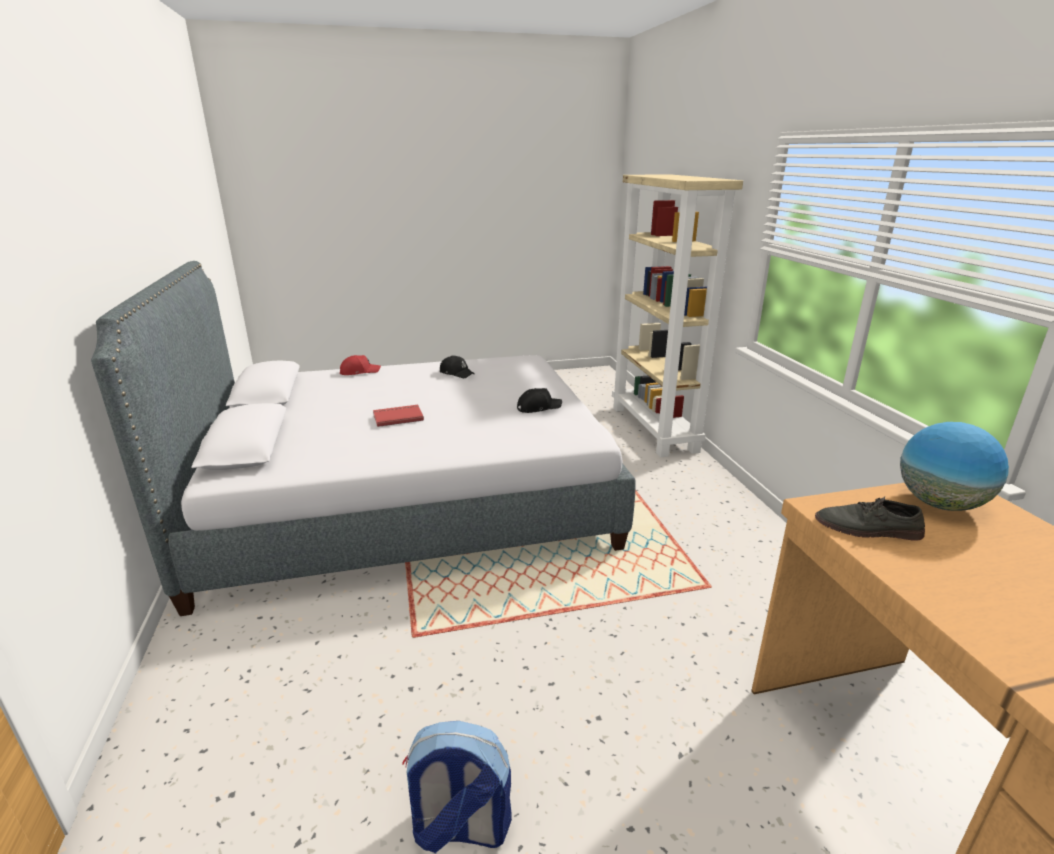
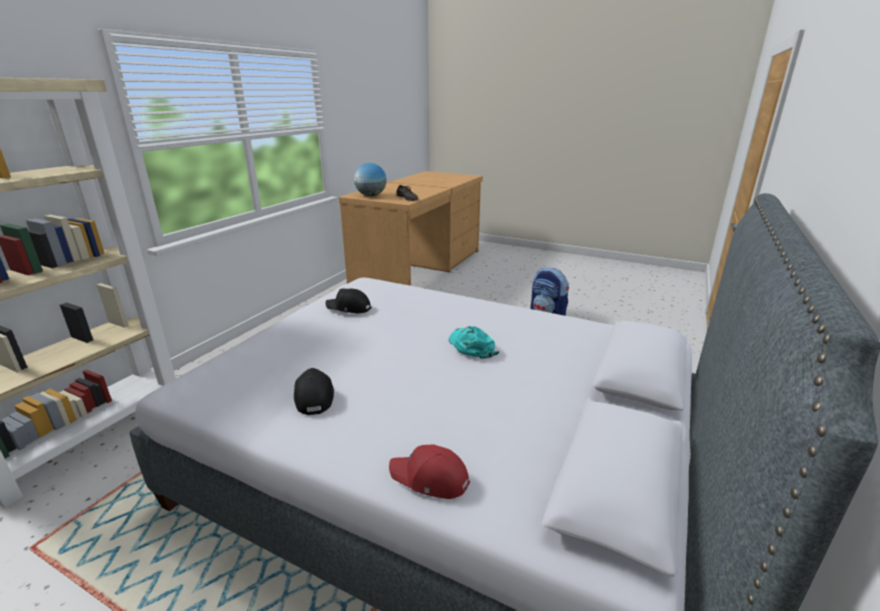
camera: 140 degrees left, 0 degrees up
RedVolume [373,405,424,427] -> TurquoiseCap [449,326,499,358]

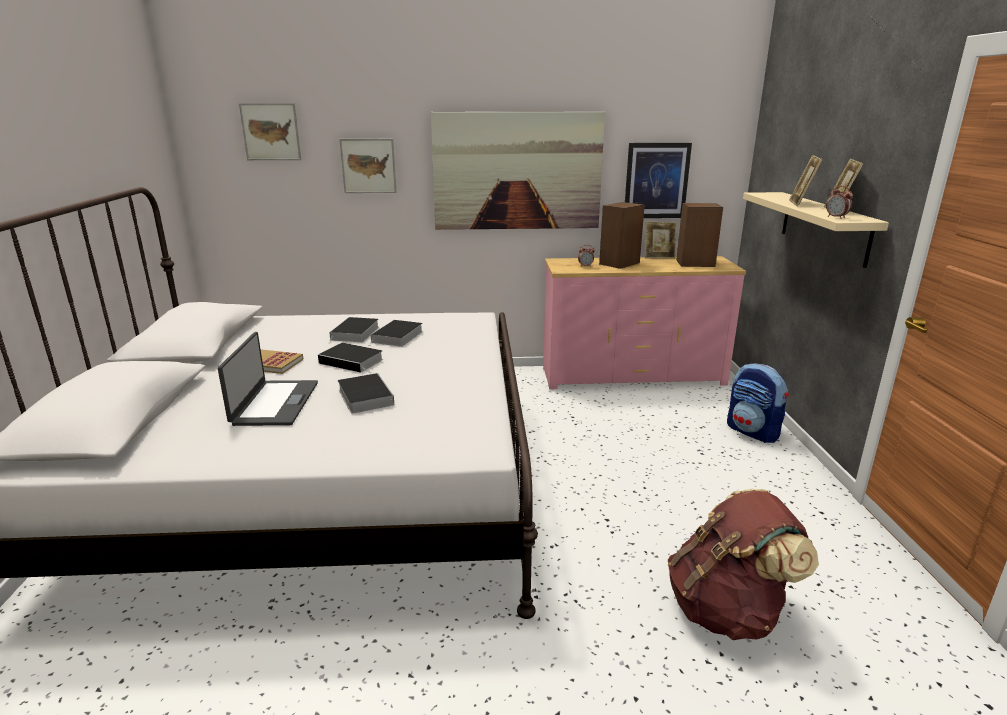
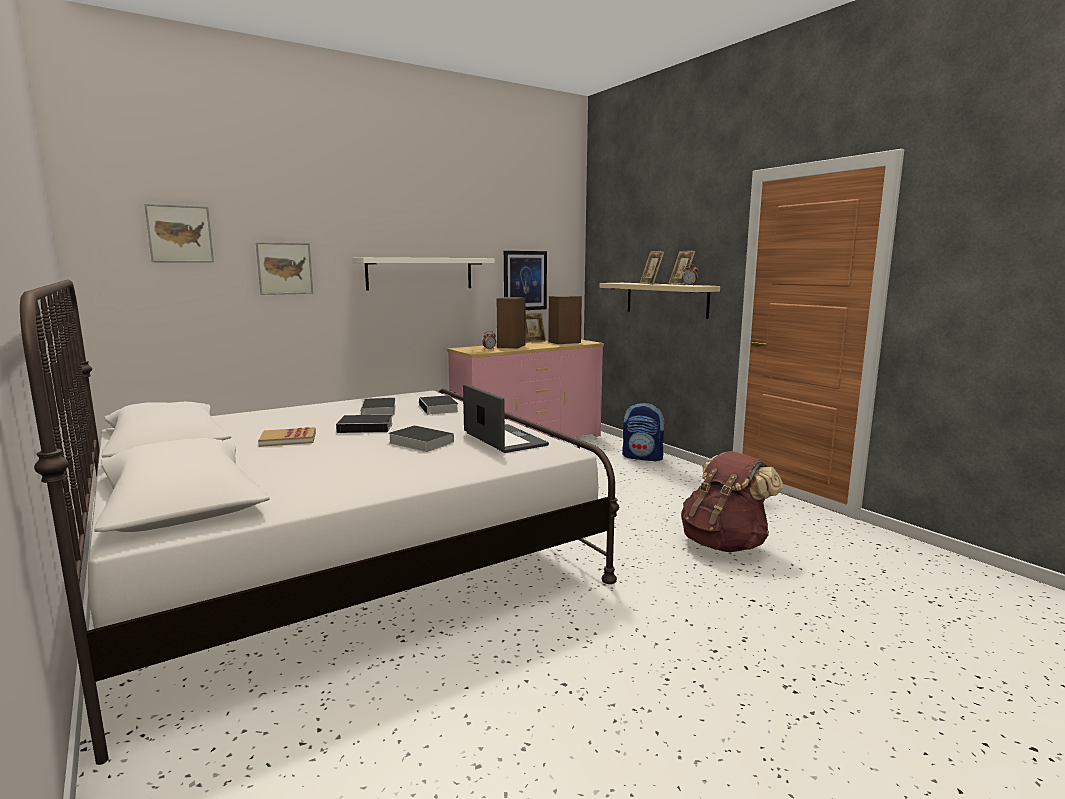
camera: 30 degrees left, 10 degrees down
NotebookComputer [218,332,318,426] -> NotebookComputer [463,384,549,453], moved
Volume [329,317,379,342] -> Volume [419,395,459,416], moved
WallArt [431,112,605,230] -> WhiteColouredShelf [352,257,495,291]

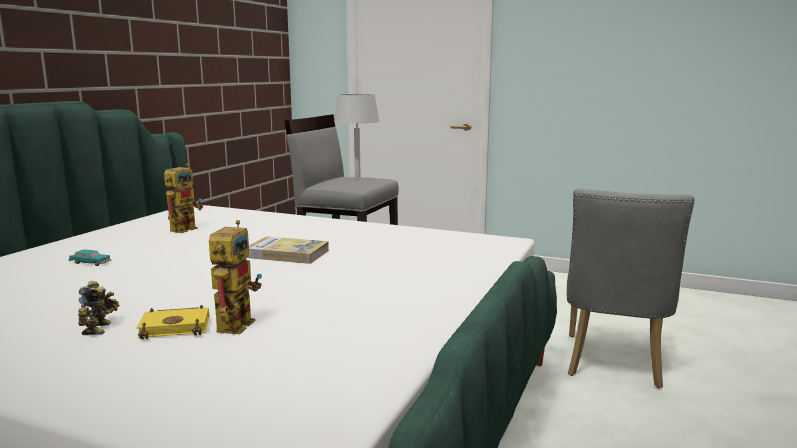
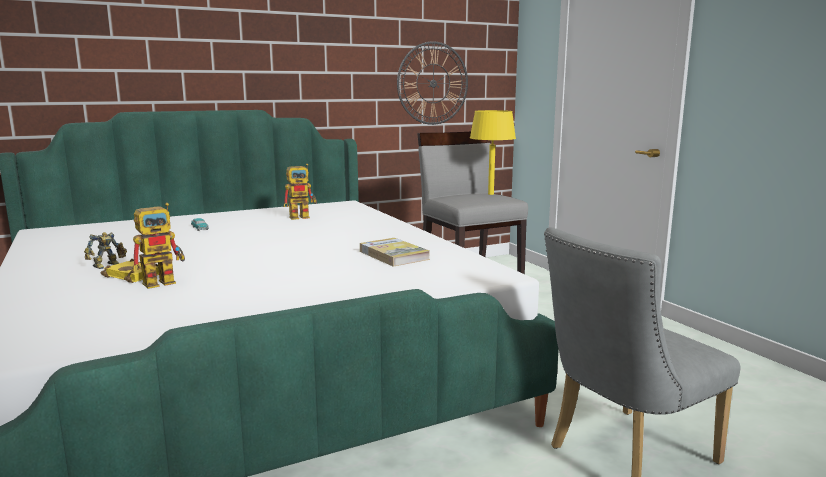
camera: 40 degrees right, 0 degrees up
none -> WallClock [397,41,468,125]
Volume [247,236,329,264] -> Volume [360,238,430,266], moved
GreyLampForATable [334,94,380,178] -> YellowishLampForATable [470,110,516,195]

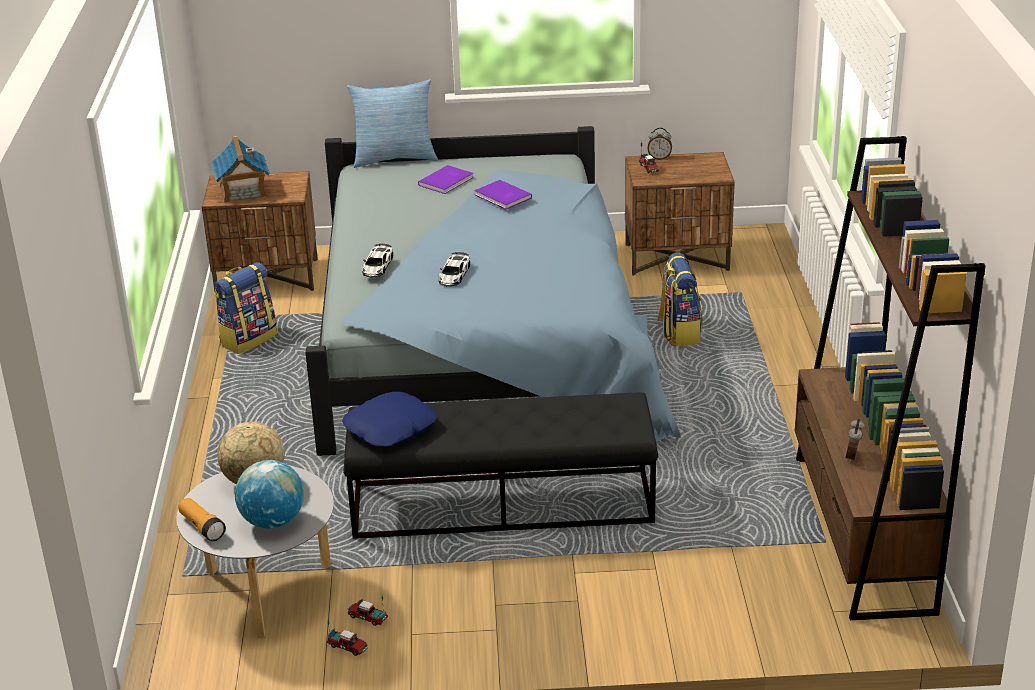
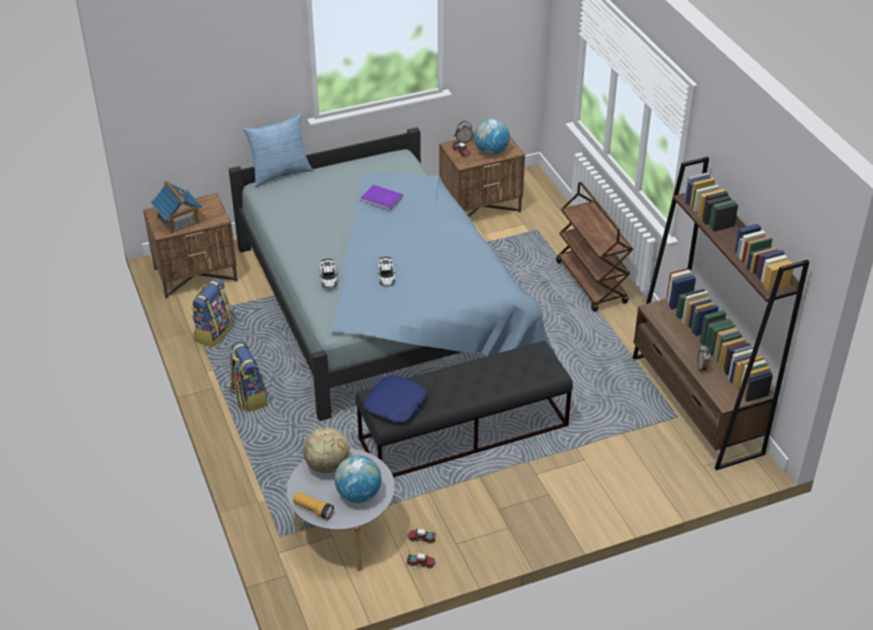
camera: 20 degrees left, 10 degrees up
PurpleColouredVolume [418,165,474,194] -> none
none -> Globe [474,119,510,155]
none -> BrownCart [556,182,633,312]
Knapsack [657,252,703,346] -> Knapsack [229,340,267,413], moved

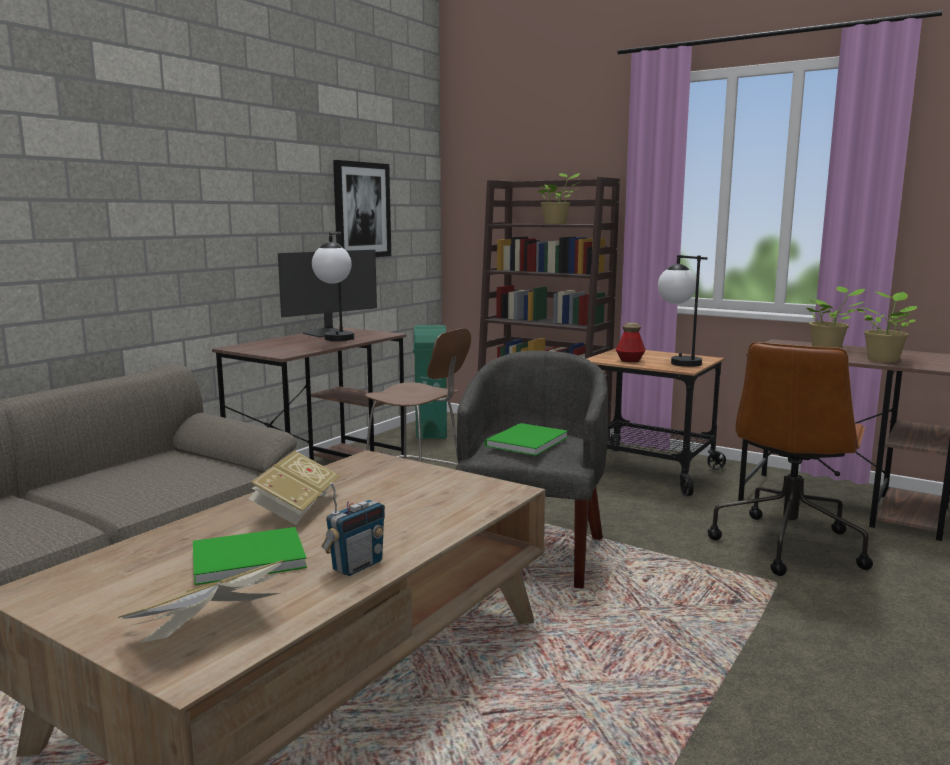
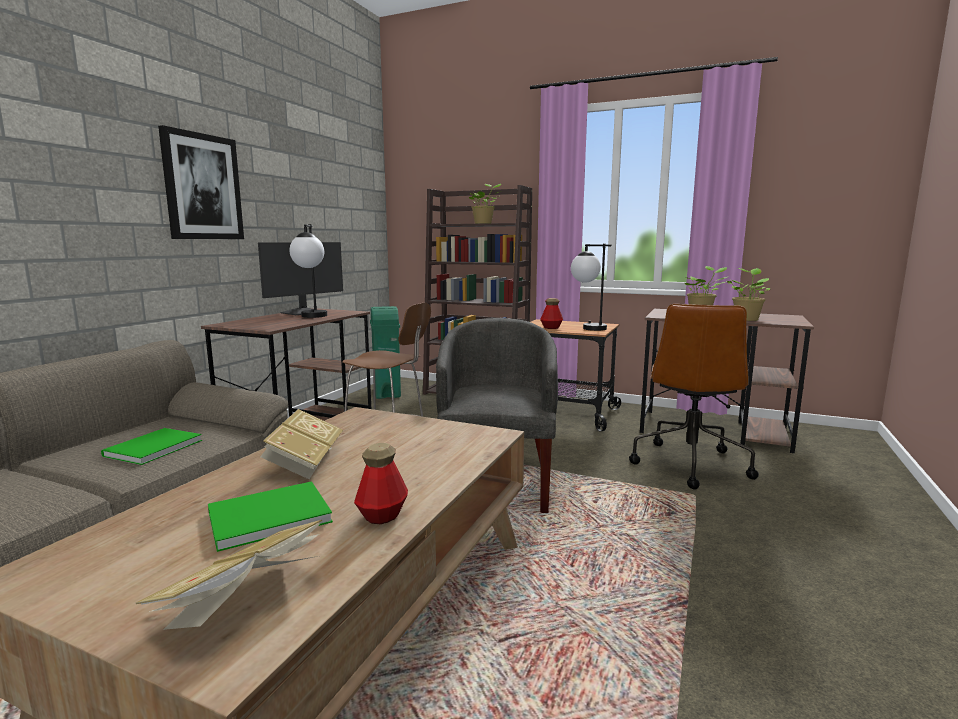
camera: 10 degrees left, 0 degrees up
WallArt [333,160,391,257] -> WallArt [158,125,244,239], moved
GreenVolume [485,423,568,456] -> GreenVolume [101,428,202,465], moved
RadioSet [322,482,385,576] -> Bottle [354,443,408,524]

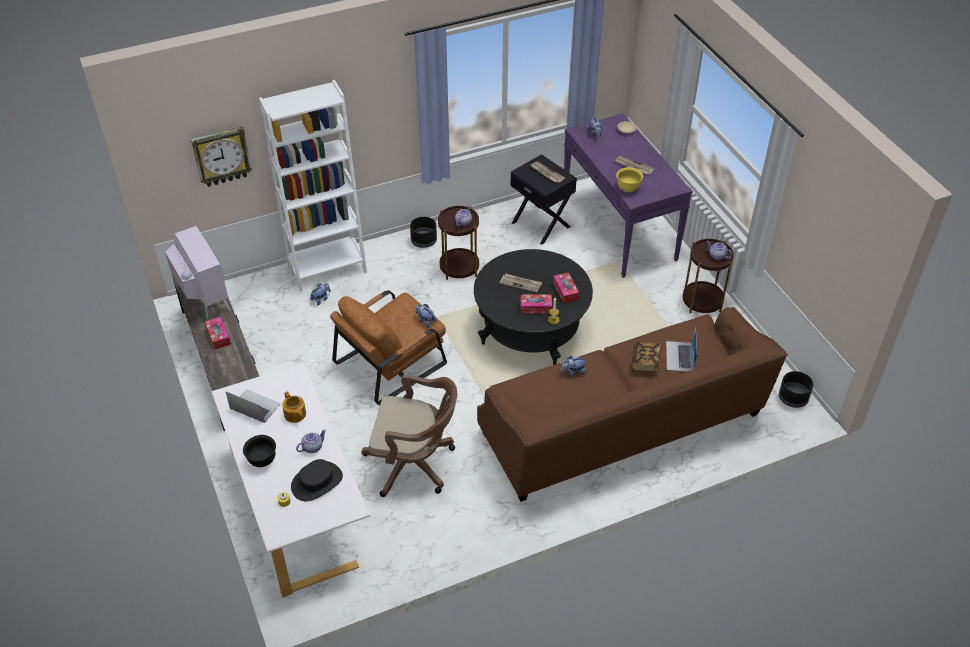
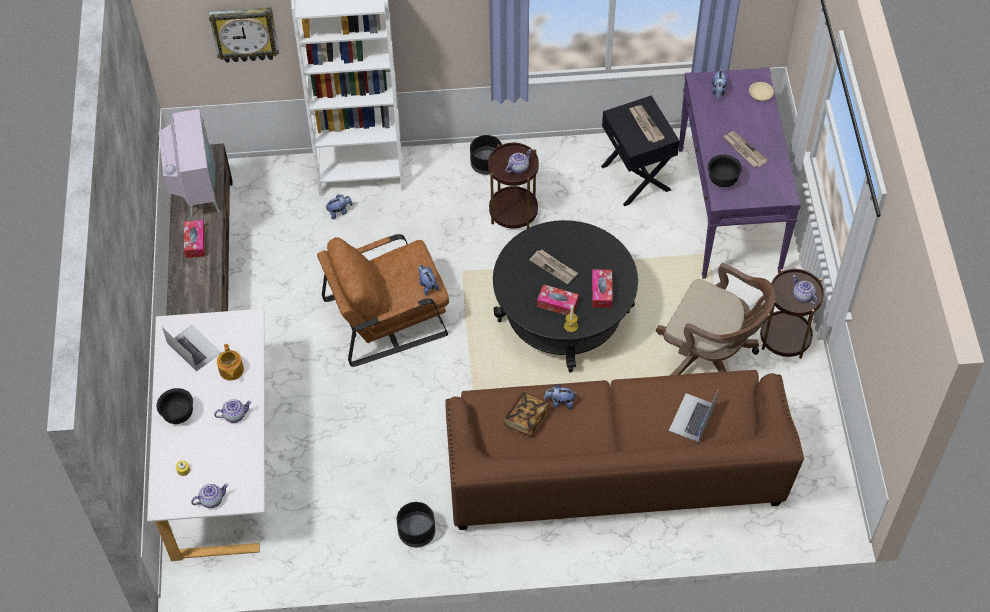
camera: 20 degrees right, 10 degrees up
BlackishClothingHat [291,459,343,501] -> none
none -> Teapot [191,483,228,508]
BrownOfficeChair [361,374,457,497] -> BrownOfficeChair [656,263,775,375], moved
Volume [631,342,661,373] -> Volume [504,392,549,437], moved
BlackishPlantPot [779,371,813,408] -> BlackishPlantPot [397,502,435,547], moved
YellowishServingBowl [616,167,643,192] -> BlackishServingBowl [708,155,742,187]

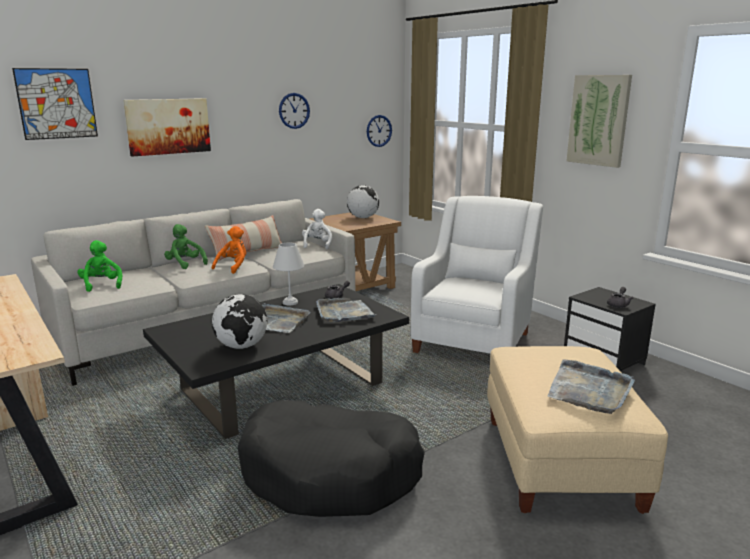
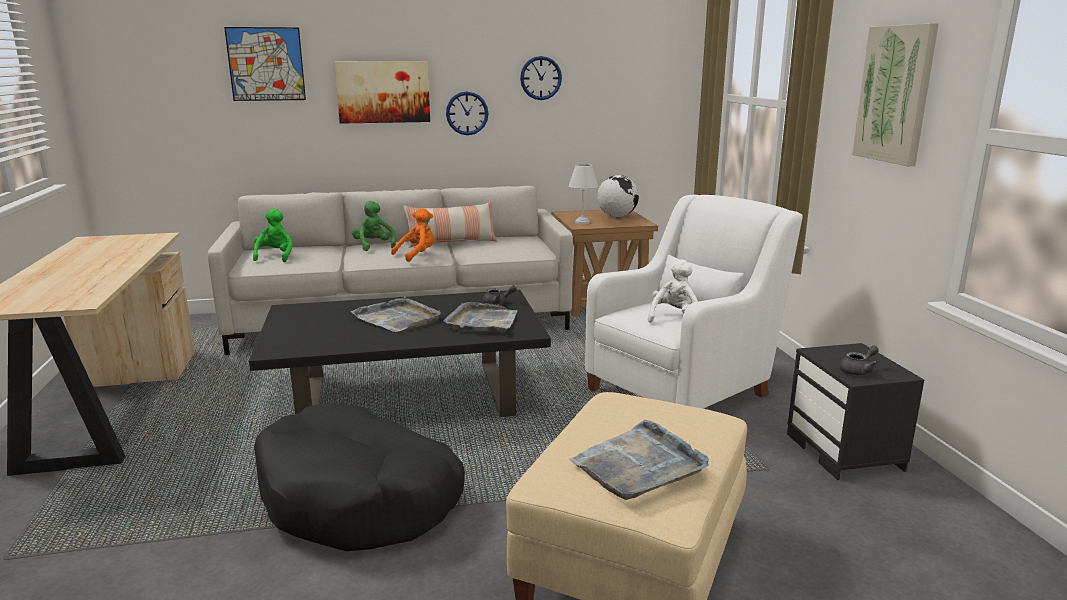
camera: 25 degrees right, 0 degrees up
Globe [212,294,268,349] -> none
WhiteColouredLampForATable [273,242,304,305] -> WhiteColouredLampForATable [569,164,598,224], moved
WhiteColouredCuddlyToy [302,209,332,250] -> WhiteColouredCuddlyToy [648,259,698,323], moved
WallClock [367,115,392,147] -> WallClock [446,91,489,135], moved

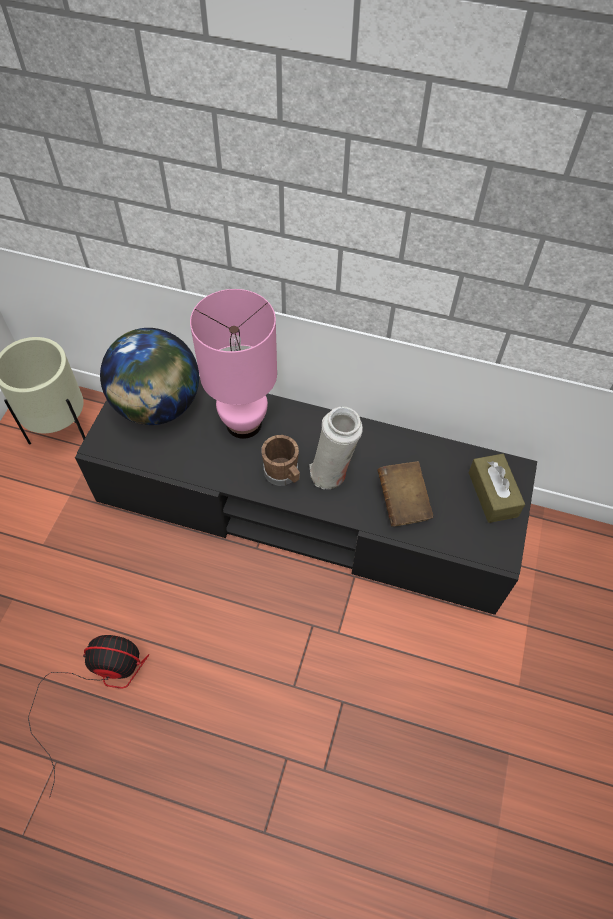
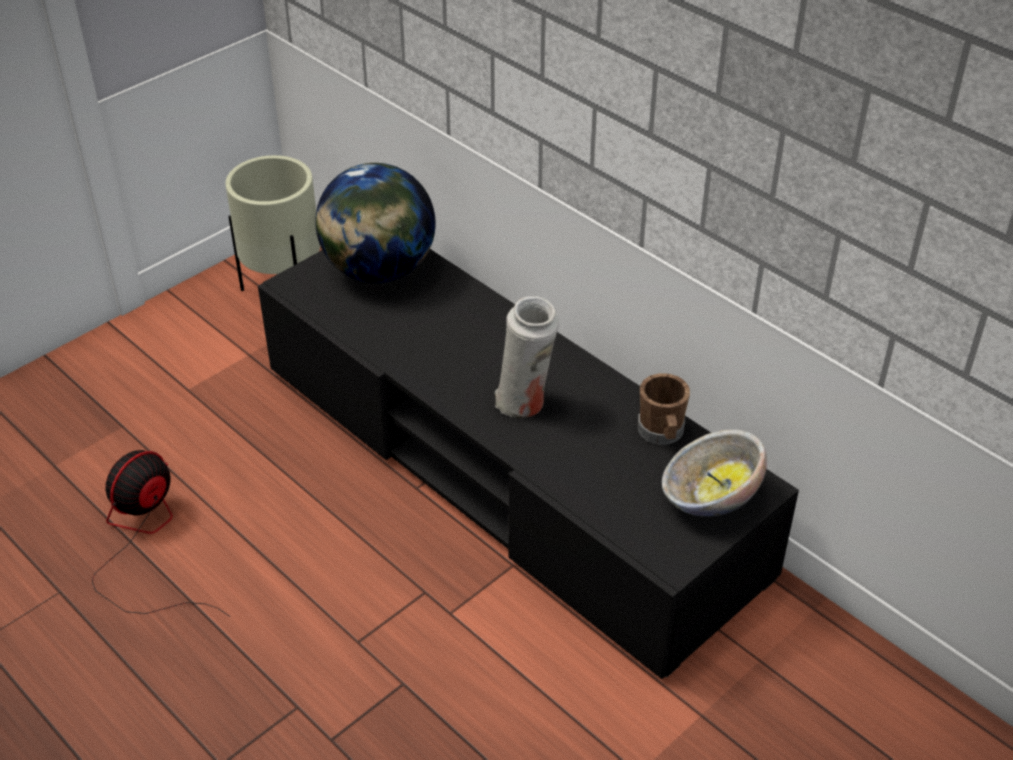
camera: 30 degrees right, 15 degrees down
PinkLampForATable [190,289,277,439] -> none
BrownVolume [377,461,433,527] -> none
BrownMug [261,435,300,486] -> BrownMug [638,373,690,445], moved
BrownTissueBox [468,454,525,523] -> ServingBowl [662,429,767,517]
ElectricFan [28,635,149,798] -> ElectricFan [92,450,230,617], 90 degrees counterclockwise

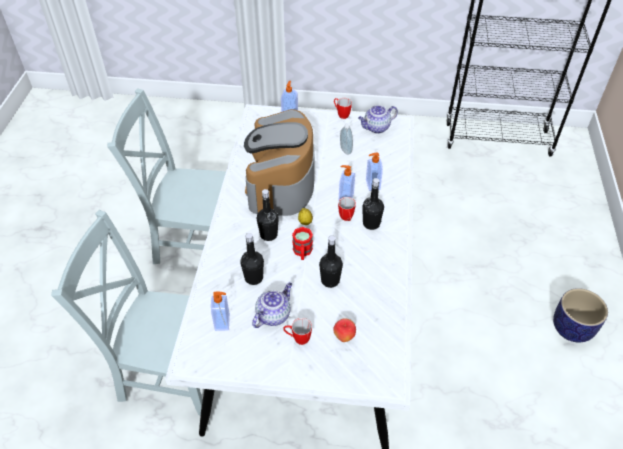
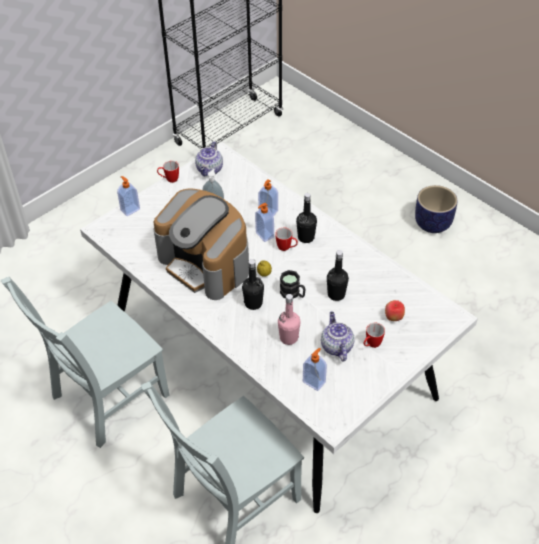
camera: 50 degrees left, 0 degrees up
BlackishBottle [240,233,264,285] -> PinkBottle [278,294,301,345]
RedMug [292,227,313,260] -> BlackishMug [280,270,306,298]

